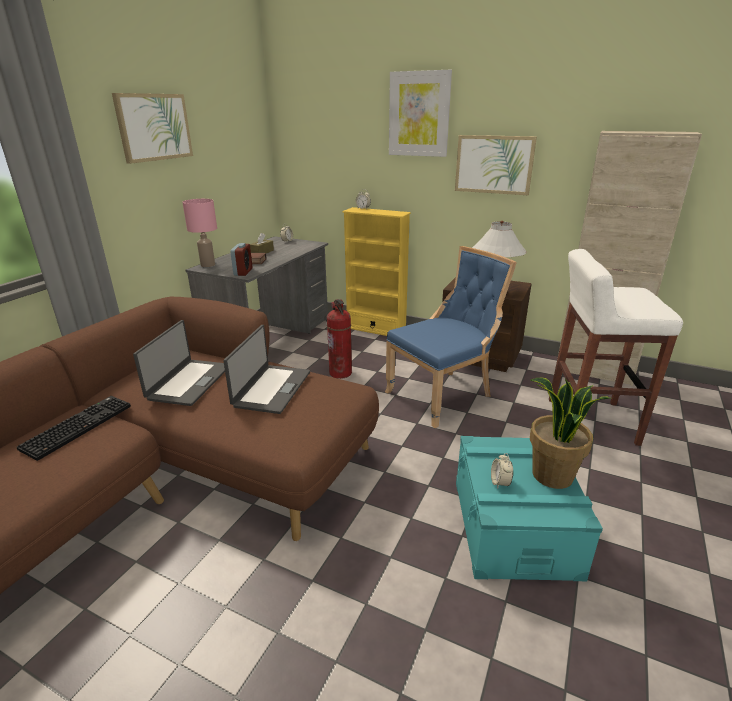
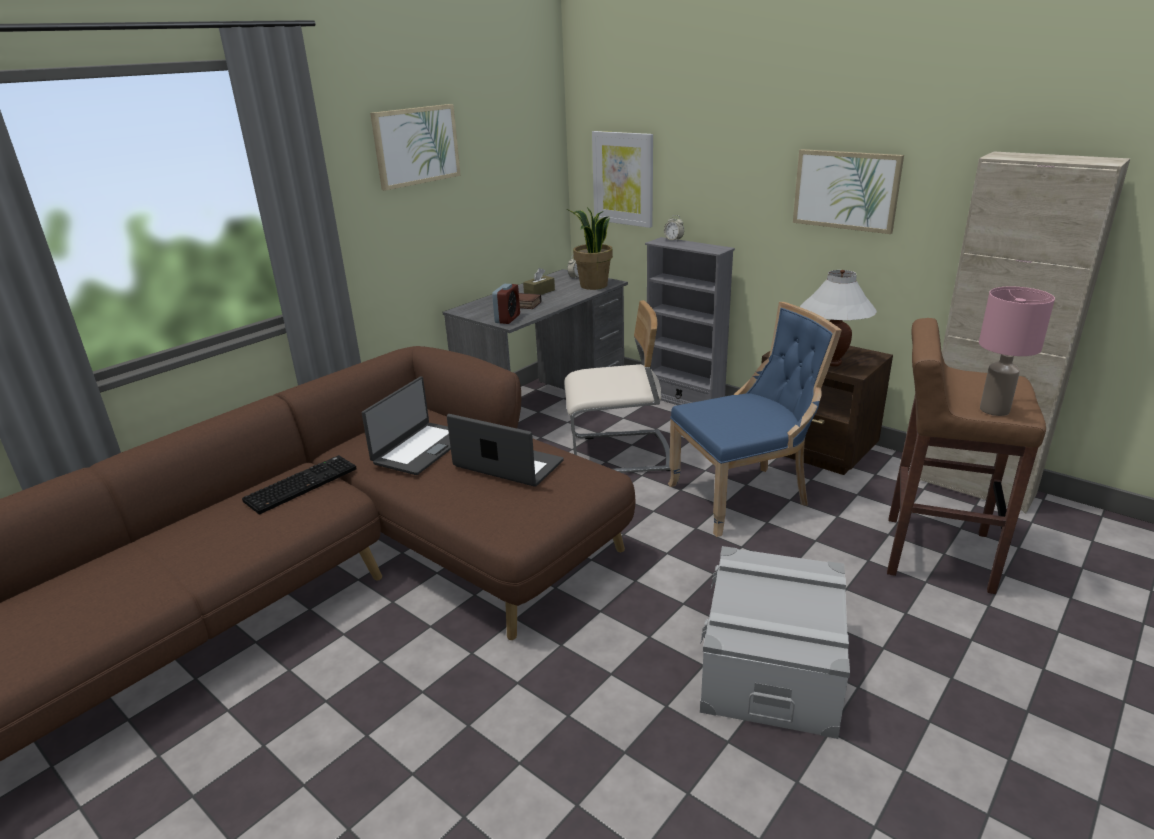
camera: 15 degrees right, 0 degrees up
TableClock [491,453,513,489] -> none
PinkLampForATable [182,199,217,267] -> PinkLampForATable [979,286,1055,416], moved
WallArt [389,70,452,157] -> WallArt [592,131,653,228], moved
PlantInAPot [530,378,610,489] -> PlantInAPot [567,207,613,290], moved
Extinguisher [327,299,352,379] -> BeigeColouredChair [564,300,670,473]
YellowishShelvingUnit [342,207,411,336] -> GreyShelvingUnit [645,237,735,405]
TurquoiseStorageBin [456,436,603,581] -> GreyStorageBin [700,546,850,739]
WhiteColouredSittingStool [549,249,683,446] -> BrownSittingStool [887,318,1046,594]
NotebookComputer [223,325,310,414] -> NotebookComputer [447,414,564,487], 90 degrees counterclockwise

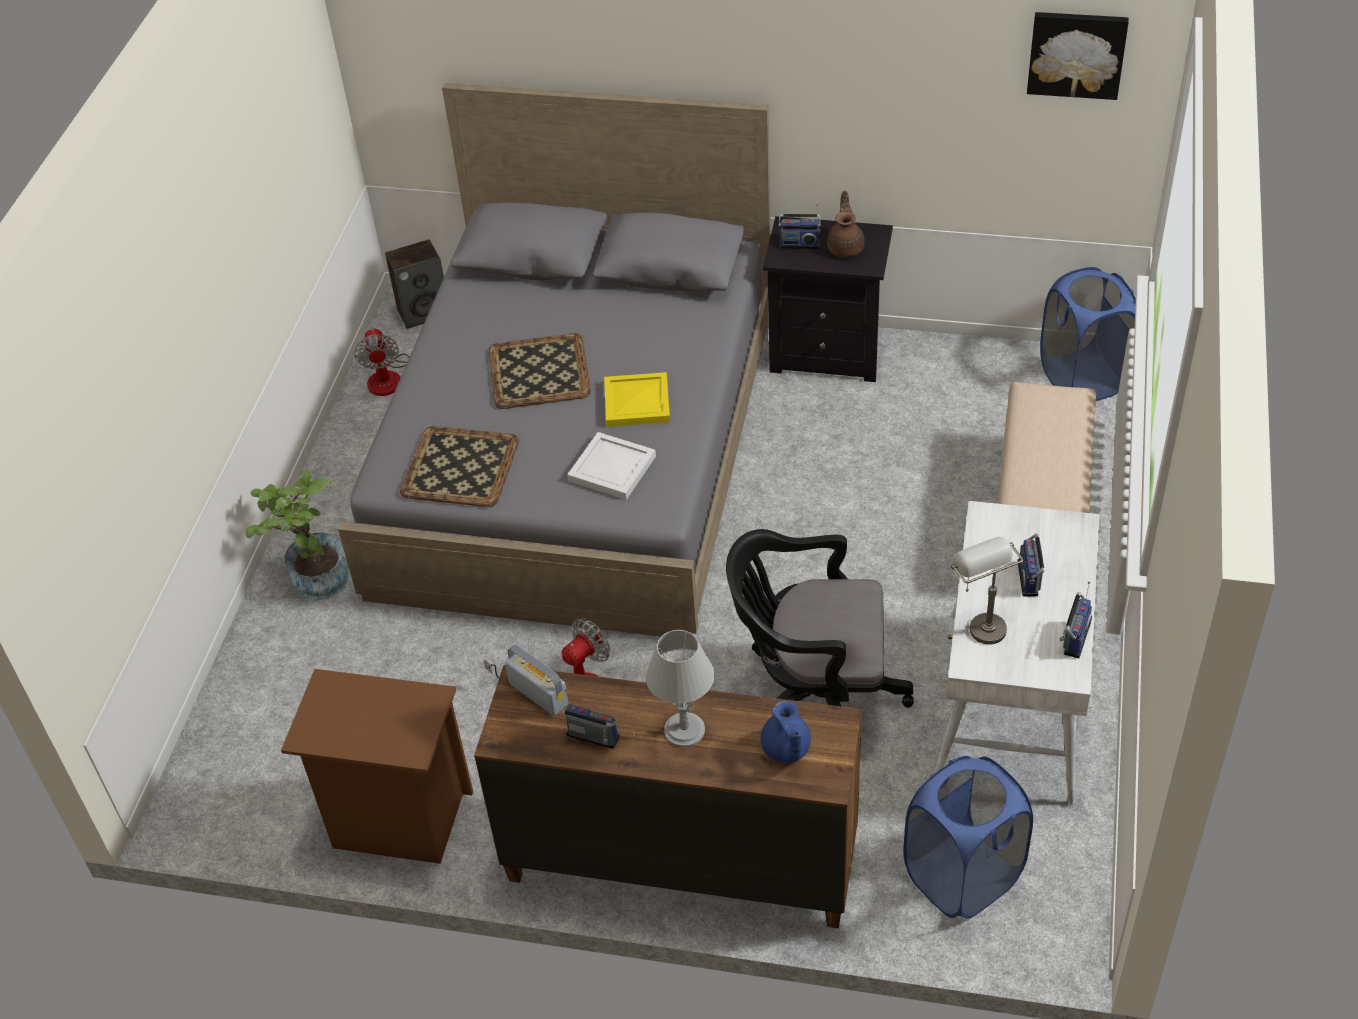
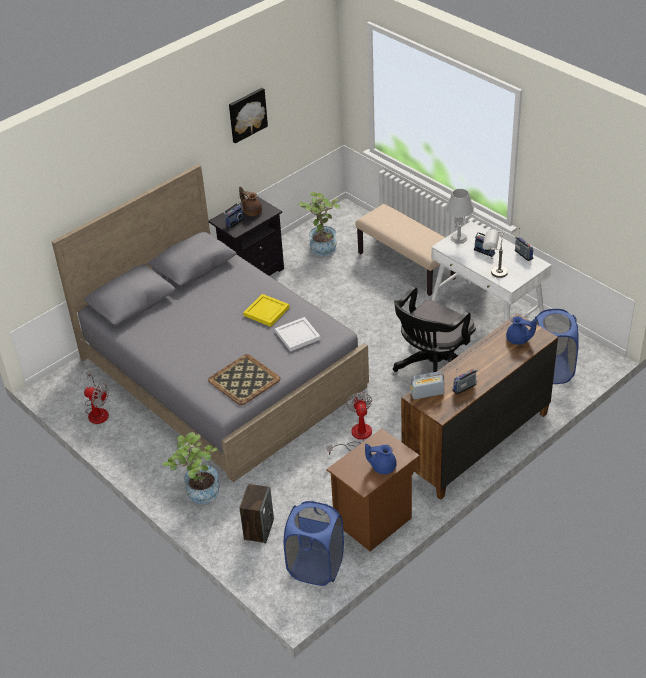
camera: 55 degrees left, 5 degrees down
ServingTray [489,333,591,409] -> none
none -> PlantInAPot [298,192,340,256]
none -> BlueColouredTeapot [365,444,397,474]
AudioSpeaker [385,239,444,329] -> AudioSpeaker [239,484,274,544], moved
GreyLampForATable [646,630,715,747] -> GreyLampForATable [446,189,474,243], moved
WallArt [1027,12,1129,100] -> WallArt [229,88,268,143], moved
BlueColouredWashingBasket [1040,267,1136,401] -> BlueColouredWashingBasket [284,501,344,586], moved

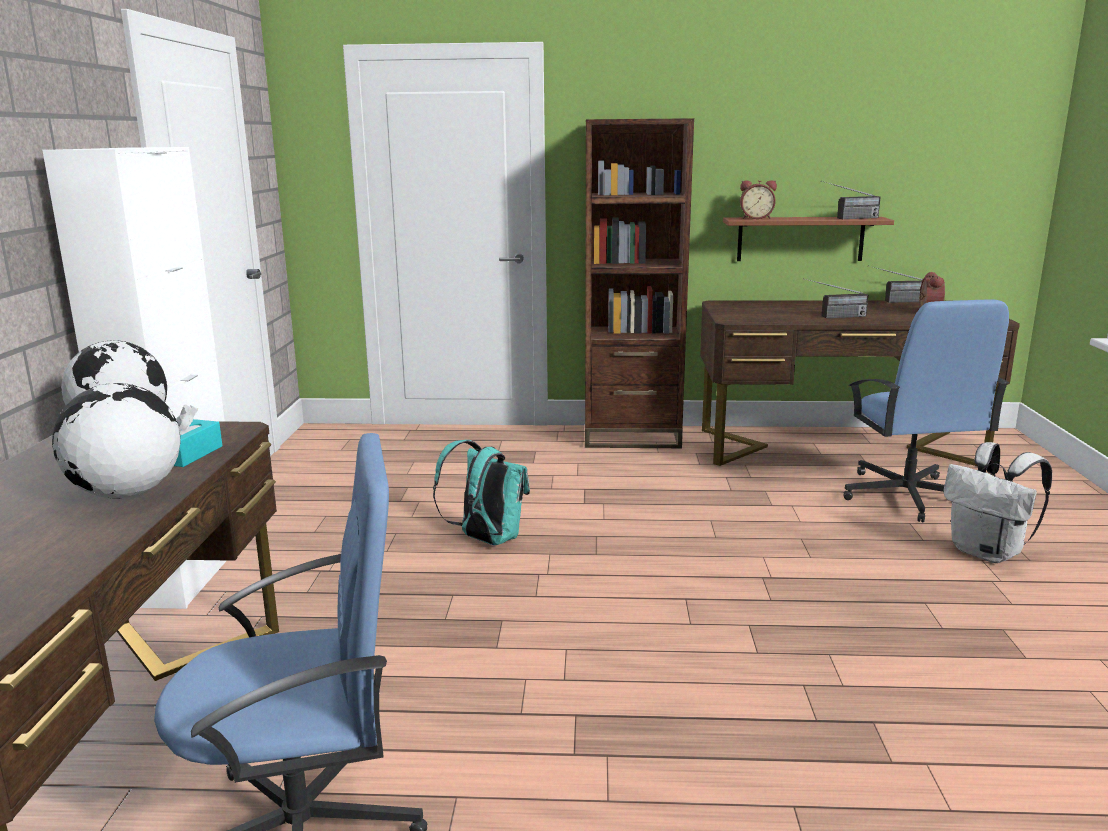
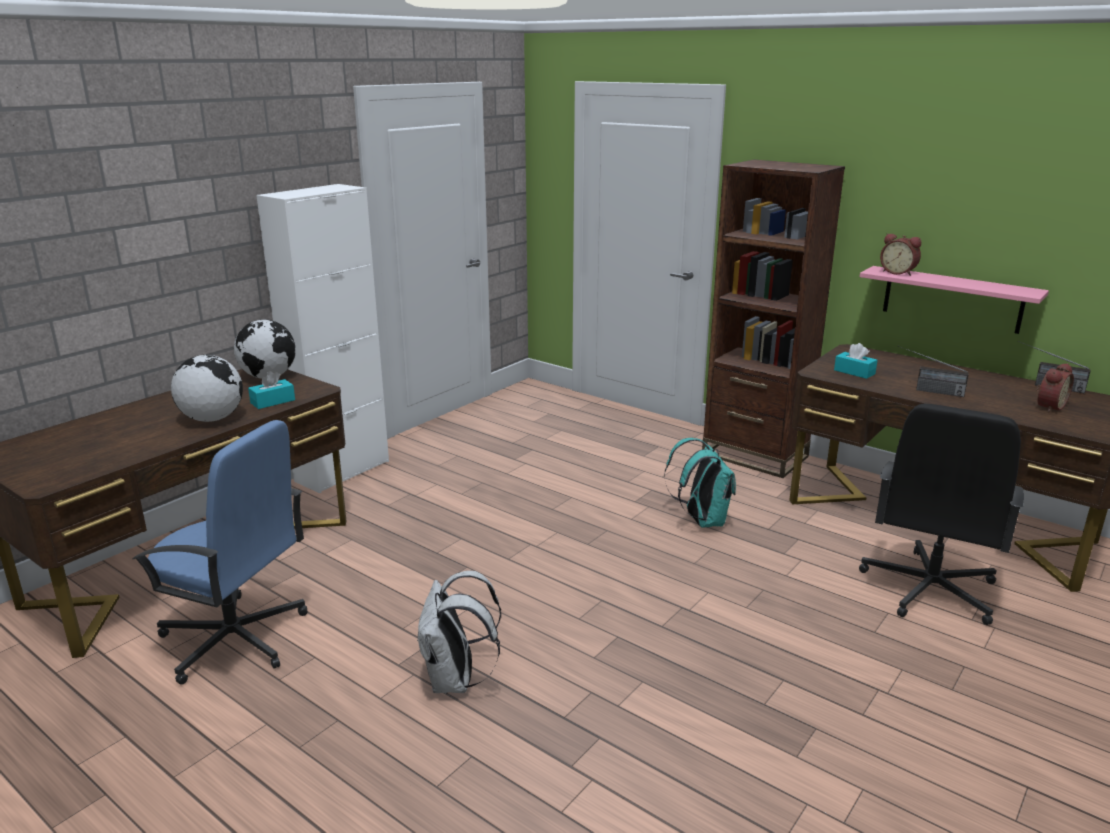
camera: 35 degrees right, 5 degrees up
RadioSet [821,181,881,219] -> none
none -> TurquoiseTissueBox [834,343,878,379]
TurquoiseKnapsack [433,440,530,545] -> TurquoiseKnapsack [664,438,736,528], moved
WhiteColouredKnapsack [943,442,1052,563] -> WhiteColouredKnapsack [416,571,501,693], moved
BrownShelf [723,217,894,261] -> PinkShelf [859,266,1049,334]
BlueColouredOfficeChair [843,299,1009,522] -> BlackishOfficeChair [859,404,1024,625]

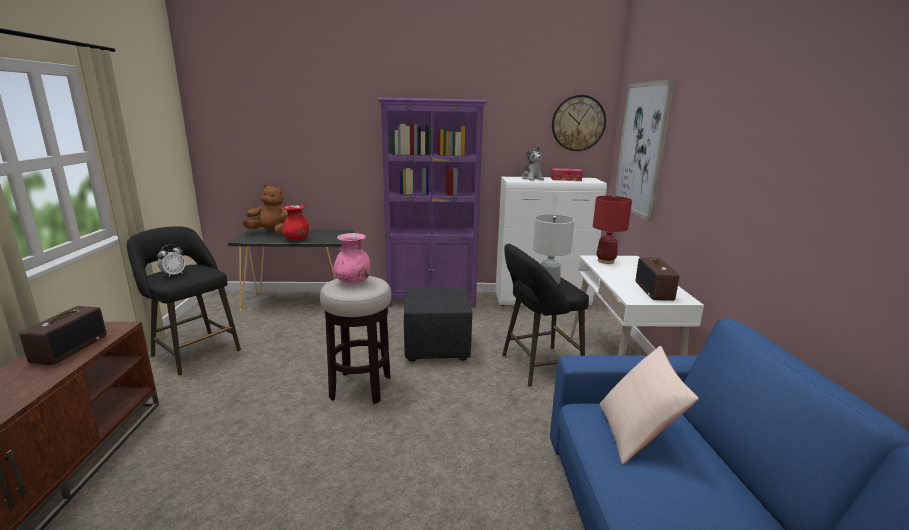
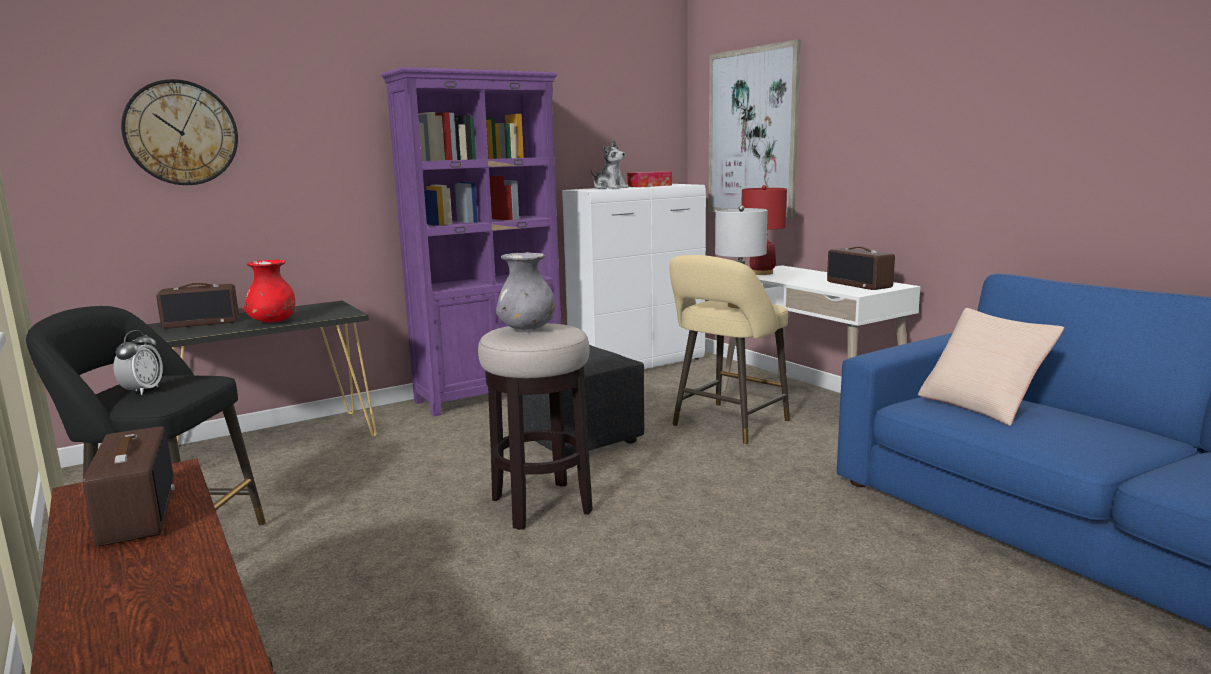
camera: 30 degrees left, 5 degrees down
WallClock [552,95,606,151] -> WallClock [121,79,238,185], moved
BrownCuddlyToy [242,185,288,234] -> RadioSet [156,283,239,329]
PinkVase [333,233,370,284] -> GreyVase [496,252,555,330]
BlackishSittingStool [503,244,589,387] -> BeigeColouredSittingStool [669,255,790,445]

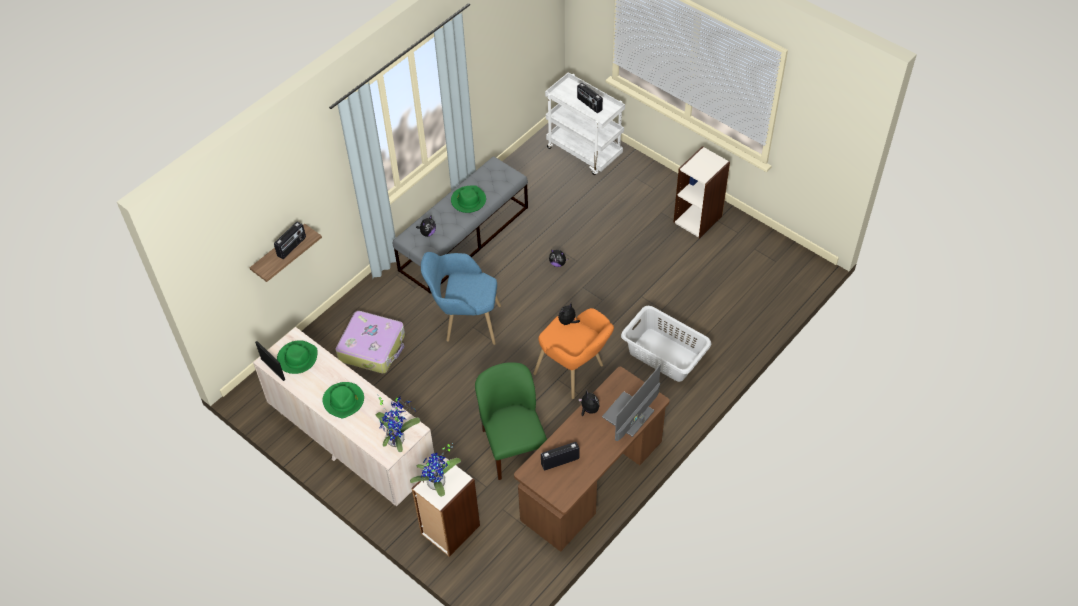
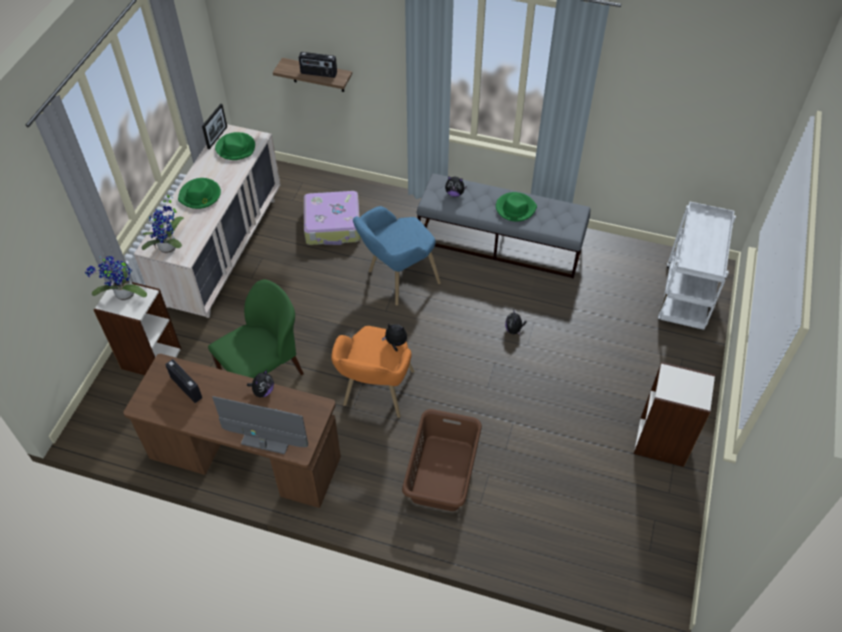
camera: 65 degrees right, 0 degrees up
RadioSet [577,83,603,113] -> none
GreyWashingBasket [621,306,711,382] -> BrownWashingBasket [402,409,482,511]
BlueColouredLoungeChair [421,252,501,345] -> BlueColouredLoungeChair [353,206,441,306], 105 degrees counterclockwise

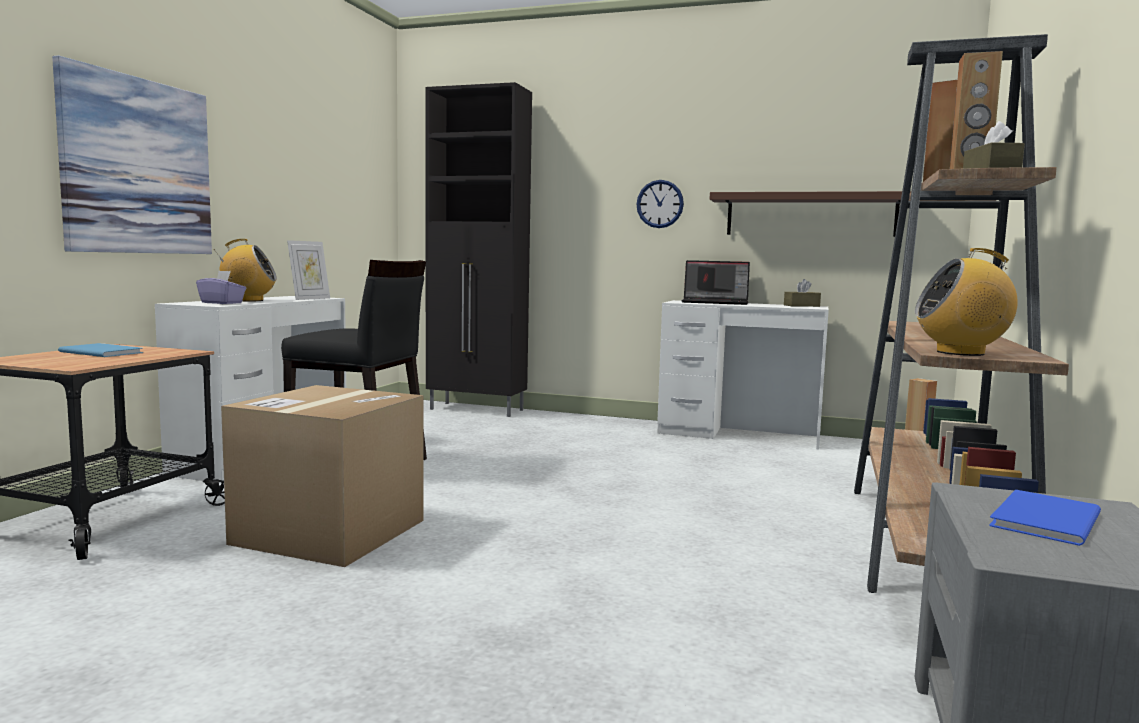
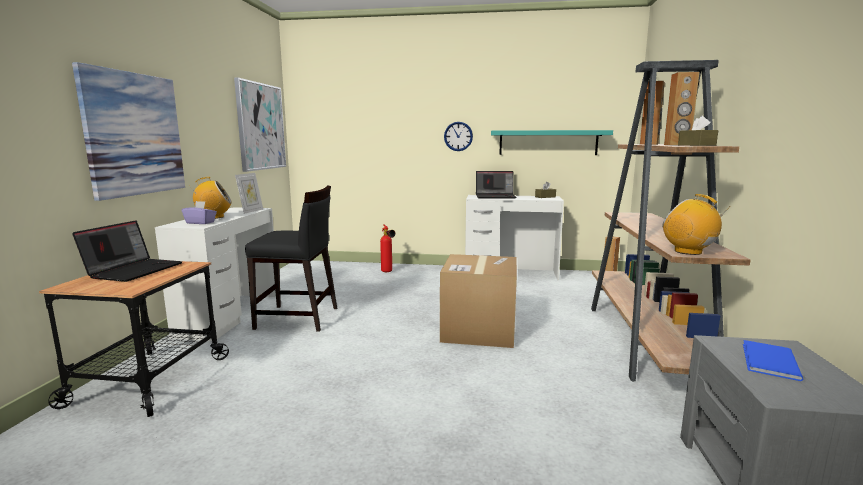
camera: 10 degrees left, 5 degrees up
BlackishCabinet [425,82,532,417] -> none
none -> WallArt [234,78,286,172]
none -> Extinguisher [380,225,395,272]
CardboardBox [221,385,424,567] -> CardboardBox [440,254,517,348], moved
BlueColouredVolume [58,343,143,357] -> NotebookComputer [72,220,182,282]
BrownShelf [710,191,911,237] -> TurquoiseShelf [491,130,613,155]
RadioSet [915,248,1018,356] -> RadioSet [662,194,730,255], 60 degrees clockwise

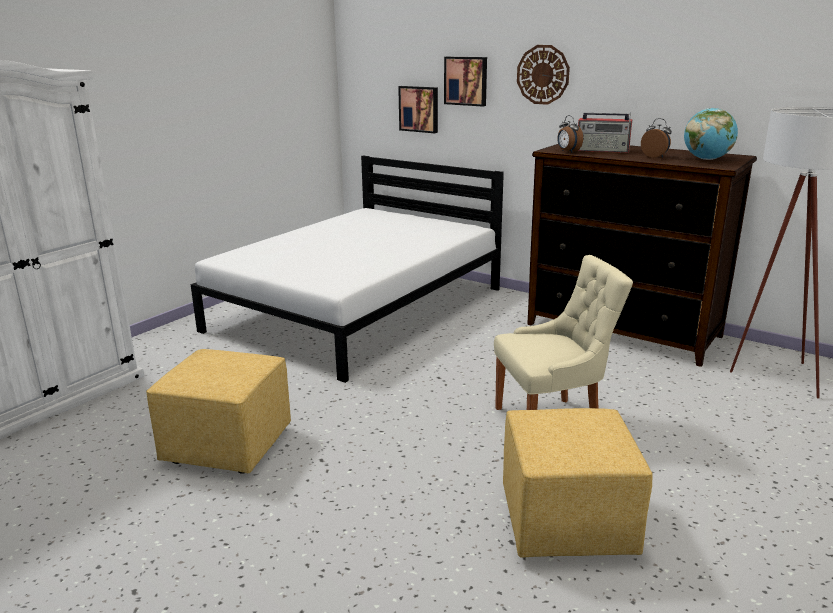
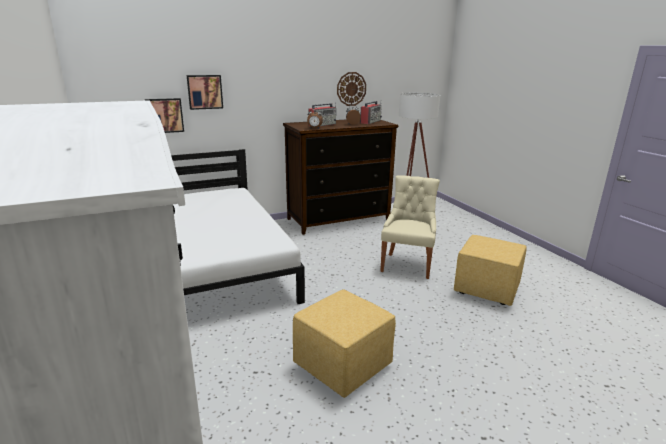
camera: 60 degrees left, 0 degrees up
WallClock [517,45,570,105] -> WallClock [337,72,366,106], moved
Globe [684,108,738,160] -> RadioSet [360,101,382,124]

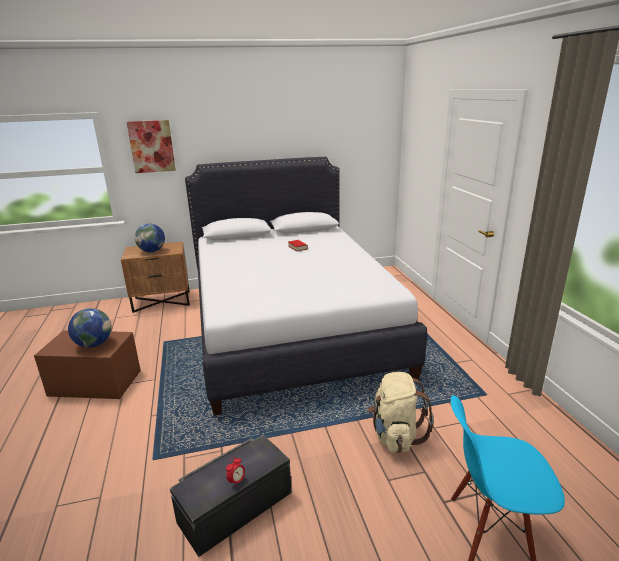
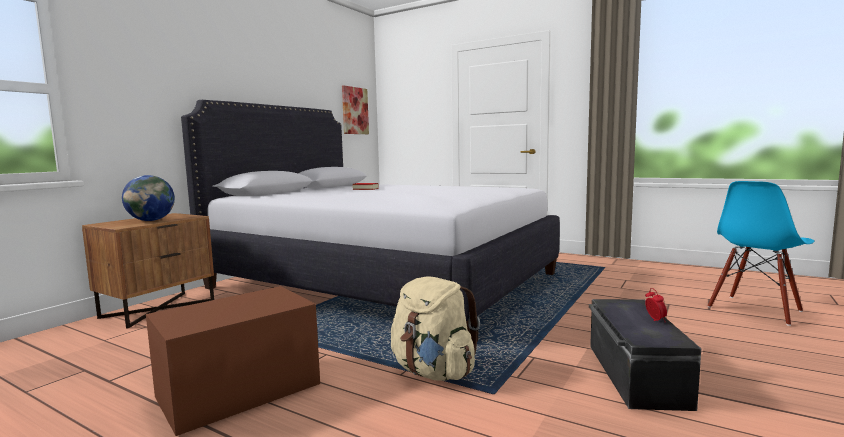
camera: 45 degrees left, 15 degrees down
Globe [68,308,112,348] -> none
WallArt [127,120,176,173] -> WallArt [342,85,369,134], moved
BeigeColouredKnapsack [368,372,434,453] -> BeigeColouredKnapsack [391,277,480,381], moved

